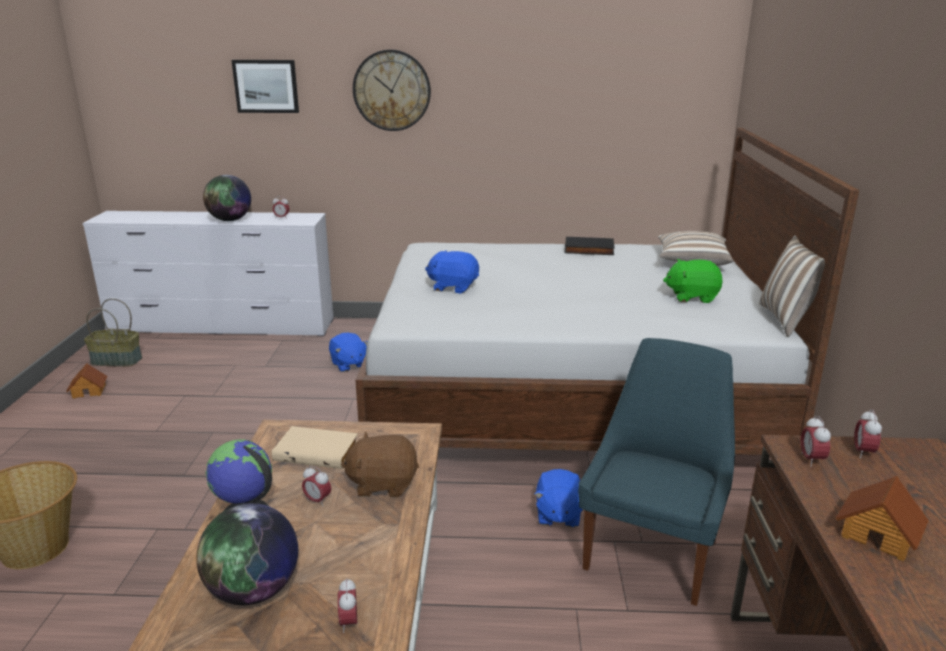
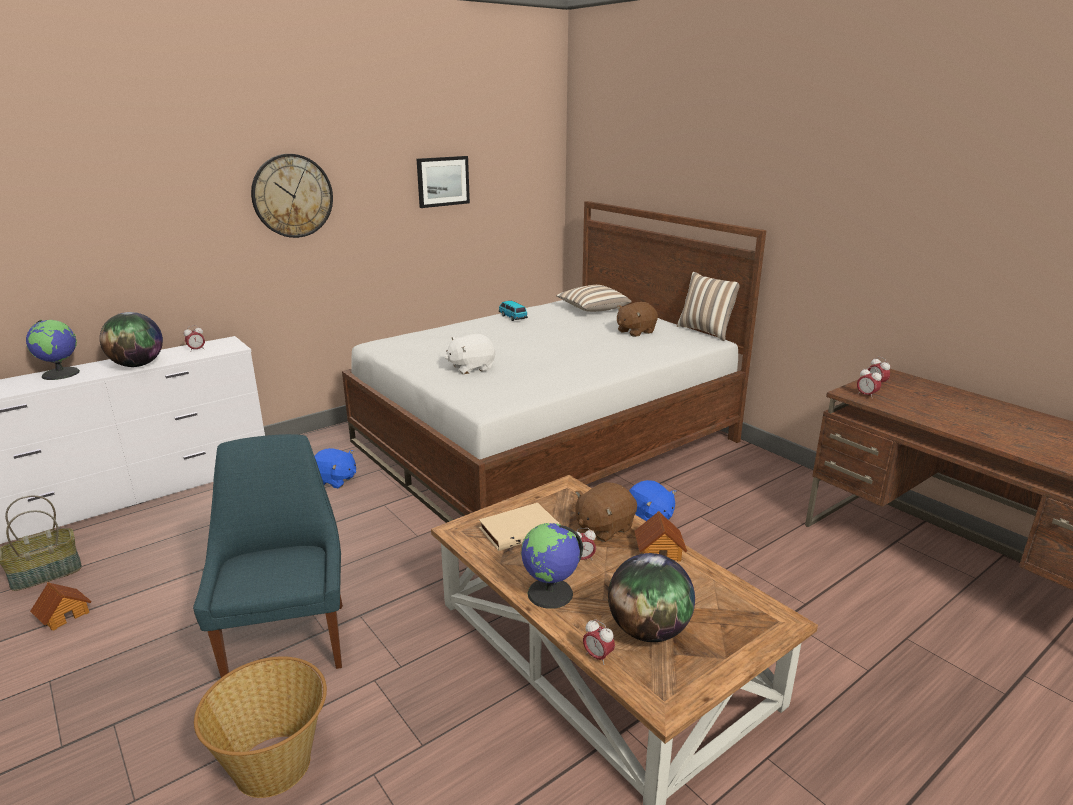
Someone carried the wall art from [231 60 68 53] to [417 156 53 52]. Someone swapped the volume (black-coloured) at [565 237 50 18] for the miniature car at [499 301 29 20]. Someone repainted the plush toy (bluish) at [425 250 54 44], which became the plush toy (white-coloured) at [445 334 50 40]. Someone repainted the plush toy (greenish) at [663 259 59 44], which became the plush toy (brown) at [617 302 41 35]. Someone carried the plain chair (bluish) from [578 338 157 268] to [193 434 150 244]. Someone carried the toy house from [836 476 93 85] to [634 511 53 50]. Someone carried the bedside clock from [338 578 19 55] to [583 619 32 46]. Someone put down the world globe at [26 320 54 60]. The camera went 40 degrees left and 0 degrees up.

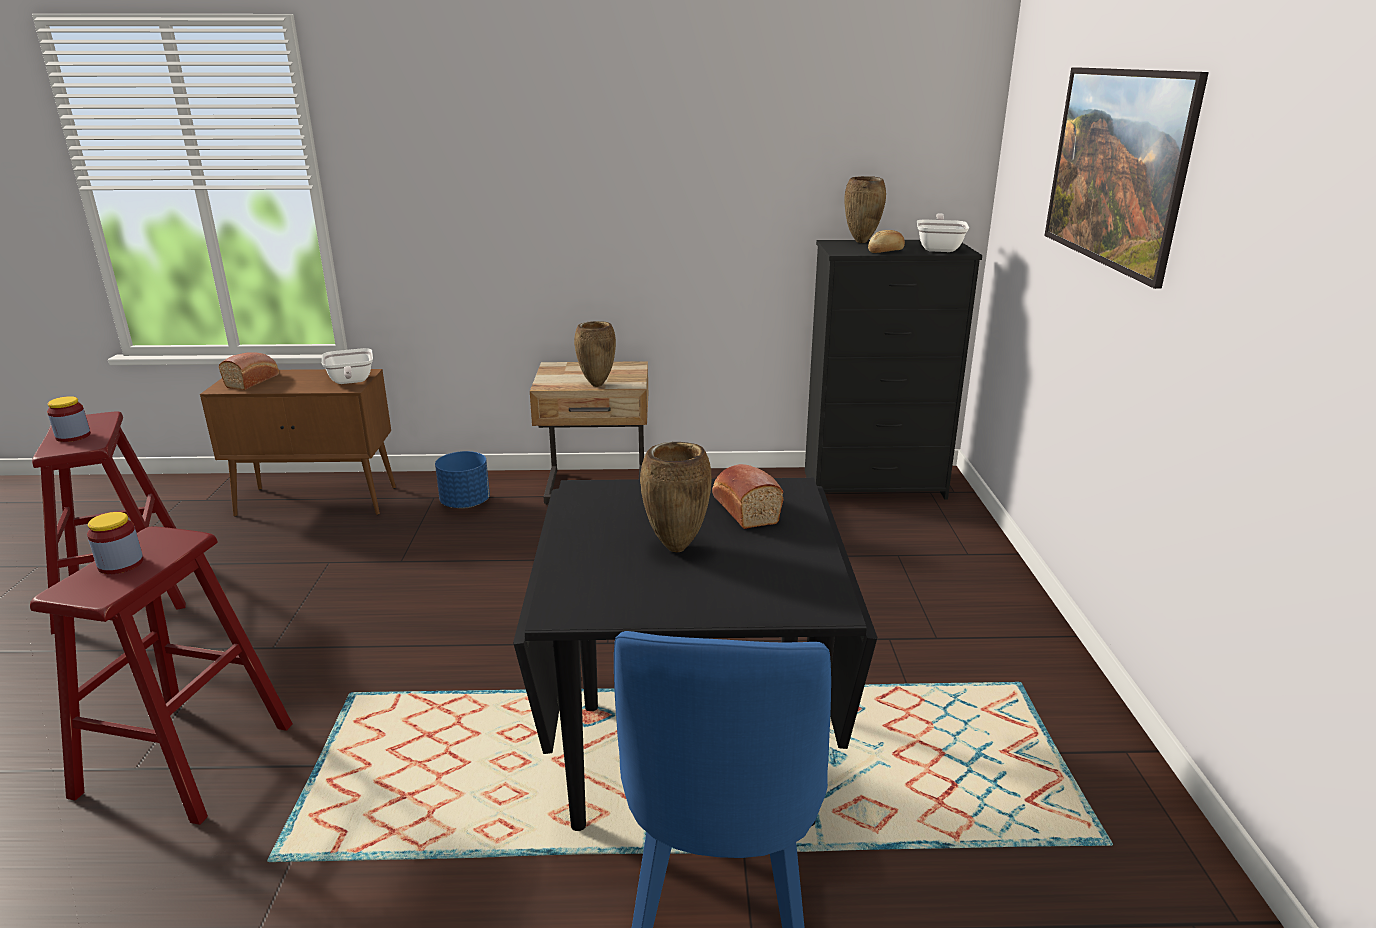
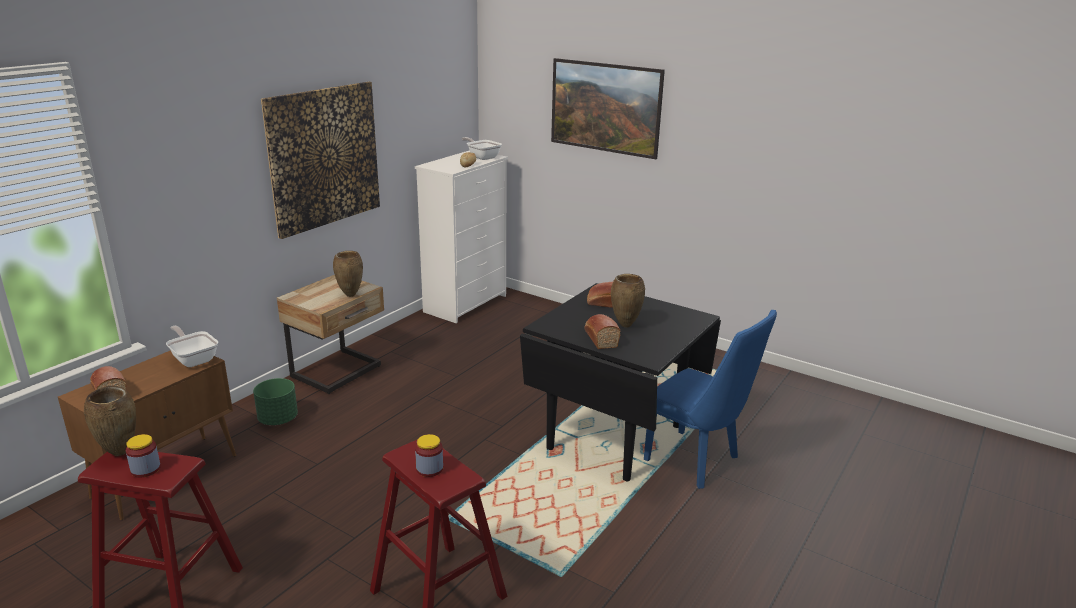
Someone carried the decorative vase (brown) from [845 176 41 67] to [84 386 52 70]. Someone repainted the dresser (black-coloured) at [805 240 177 260], which became the dresser (white-coloured) at [415 150 93 173]. Someone rotated the pan at [322 348 51 36] by 150 degrees counterclockwise. Someone repainted the flower pot (bluish) at [435 451 55 58], which became the flower pot (greenish) at [253 378 45 47]. Someone put up the wall art at [261 82 119 157]. Someone put down the bakery bread at [584 314 36 35]. The camera went 55 degrees left and 0 degrees up.

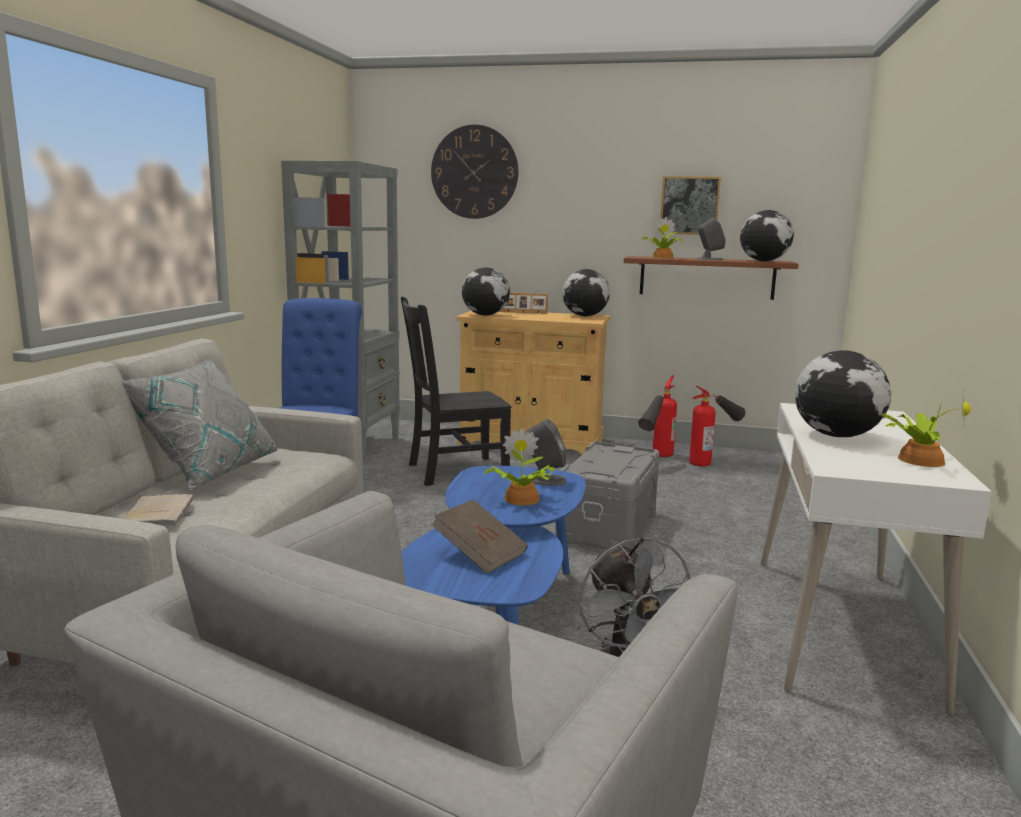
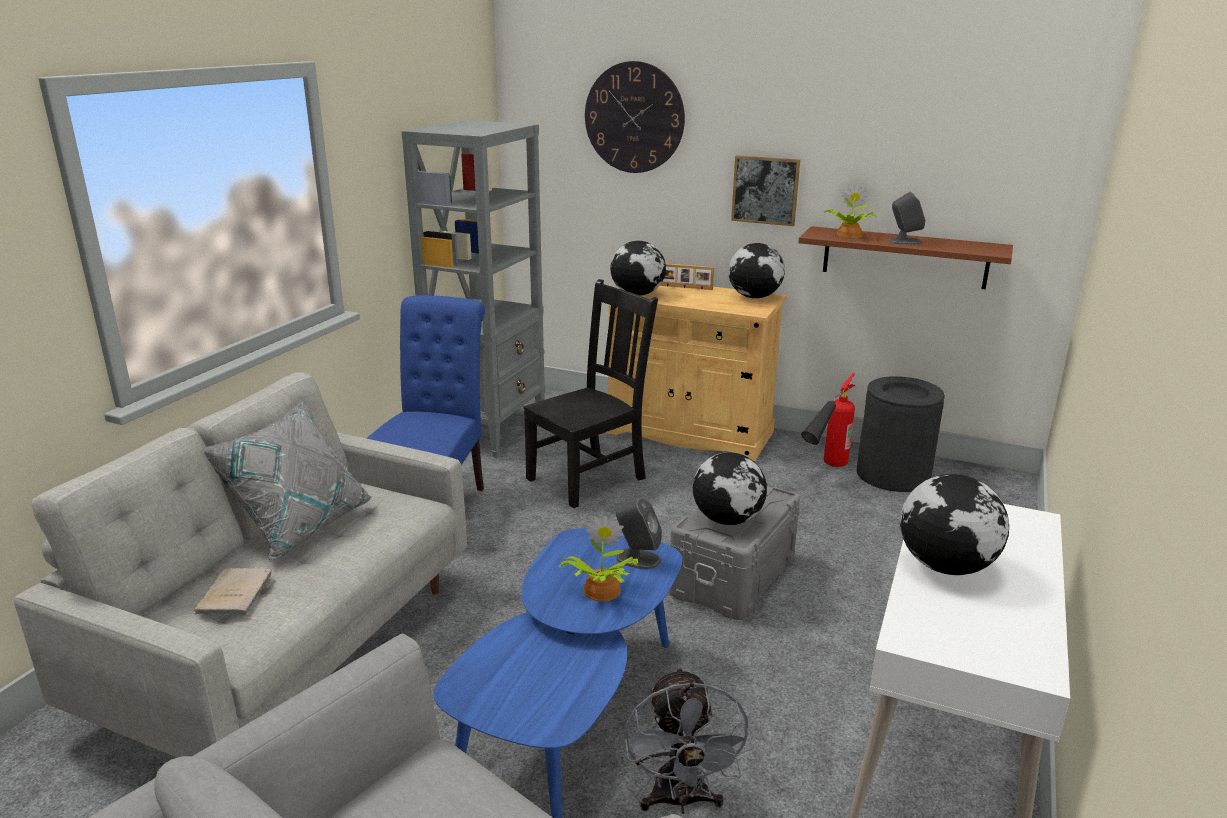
Someone carried the wall art from [661 176 60 59] to [731 155 69 71]. Someone carried the world globe from [740 210 54 52] to [693 452 74 73]. Someone rotated the plain chair (black-coloured) at [401 297 111 189] by 150 degrees clockwise. Someone swapped the fire-fighting cylinder at [689 386 56 80] for the rubbish bin (black-coloured) at [857 377 88 115]. Someone took away the houseplant at [881 390 90 77]. Someone took away the volume (brown) at [431 499 97 75]. The camera went 10 degrees right and 10 degrees up.

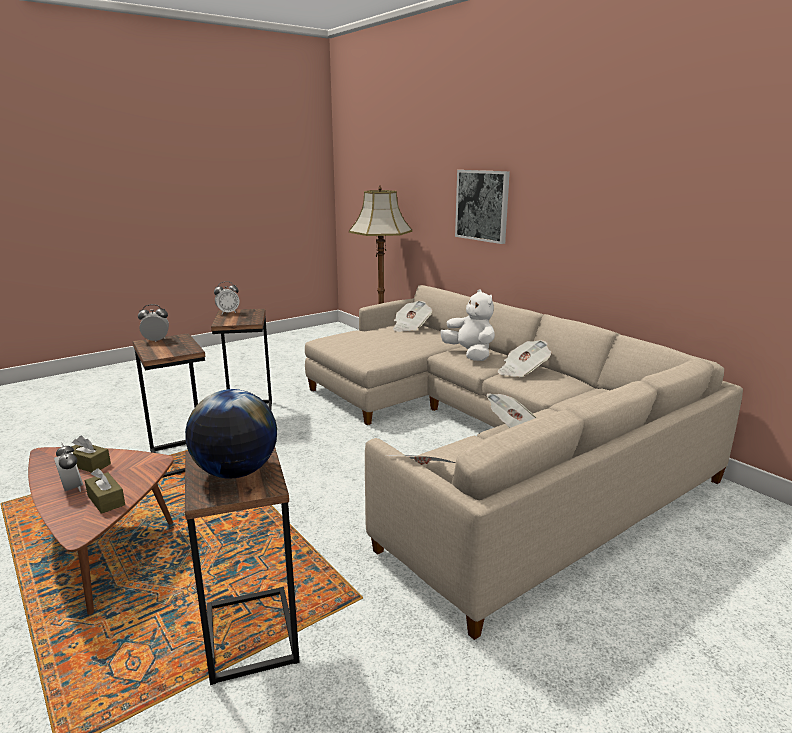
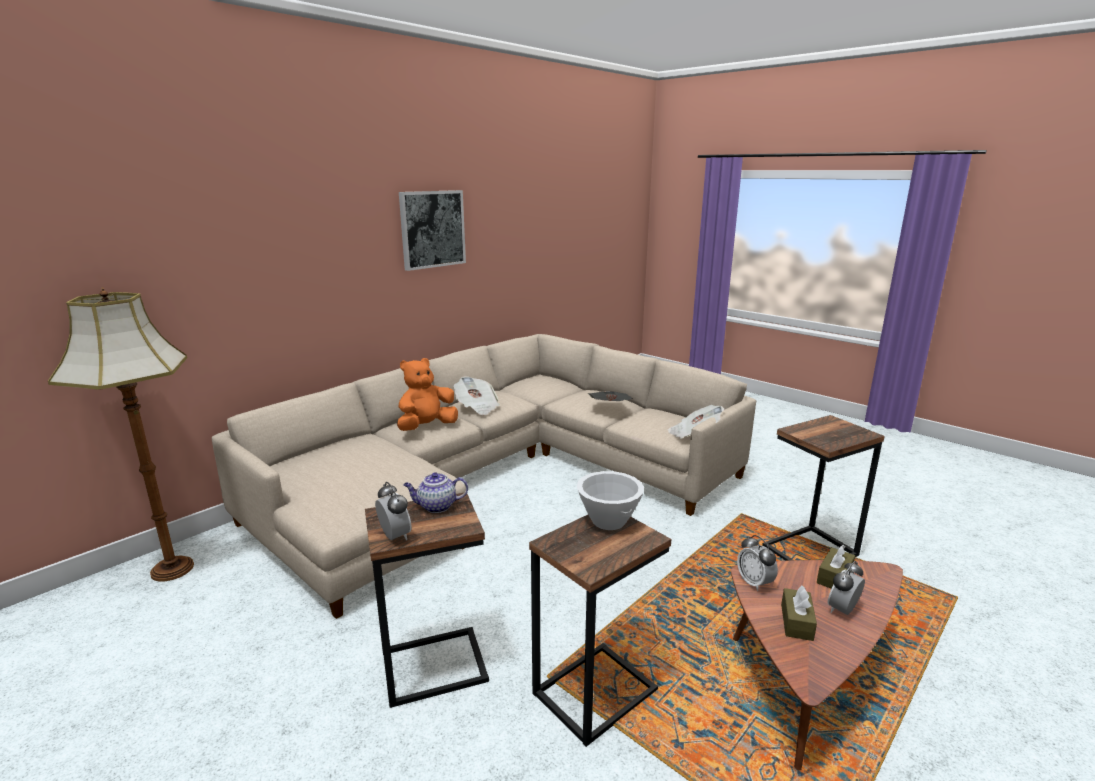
Someone carried the wall art from [455 170 55 74] to [399 190 67 81]. Someone repainted the plush toy (white-coloured) at [440 290 55 71], which became the plush toy (orange-coloured) at [397 358 61 73]. Someone took away the daily paper at [393 301 39 31]. Someone carried the bedside clock from [138 304 31 38] to [737 535 41 56]. Someone took away the world globe at [185 389 92 90]. Someone put down the deep dish (white-coloured) at [577 471 67 59]. Someone put down the pot for tea at [403 472 65 41]. The camera went 100 degrees left and 0 degrees up.

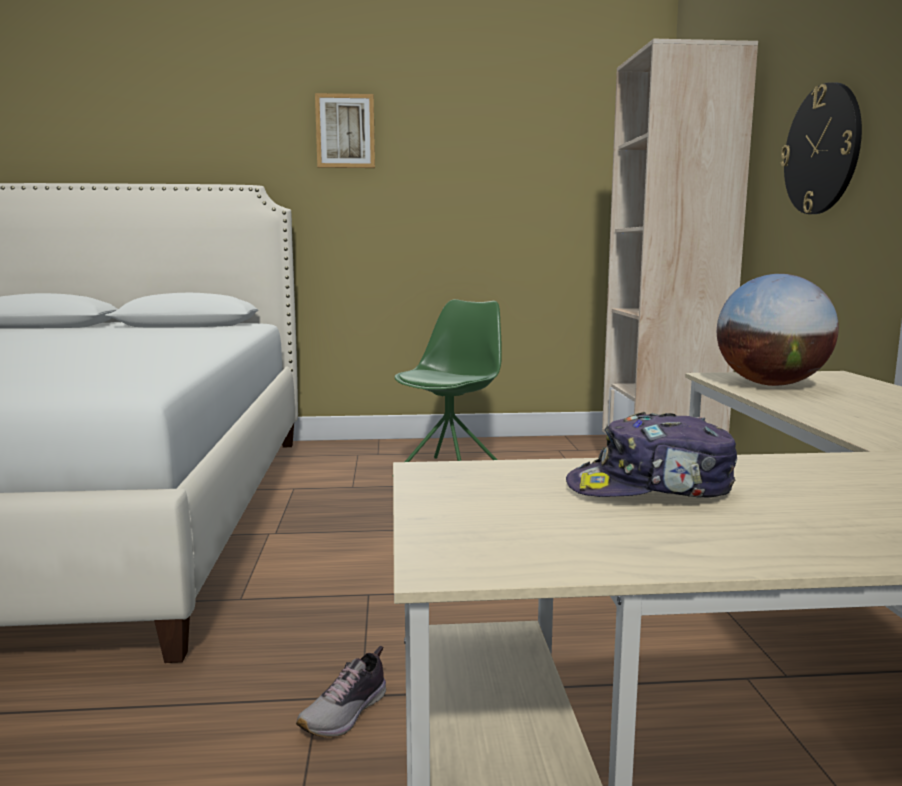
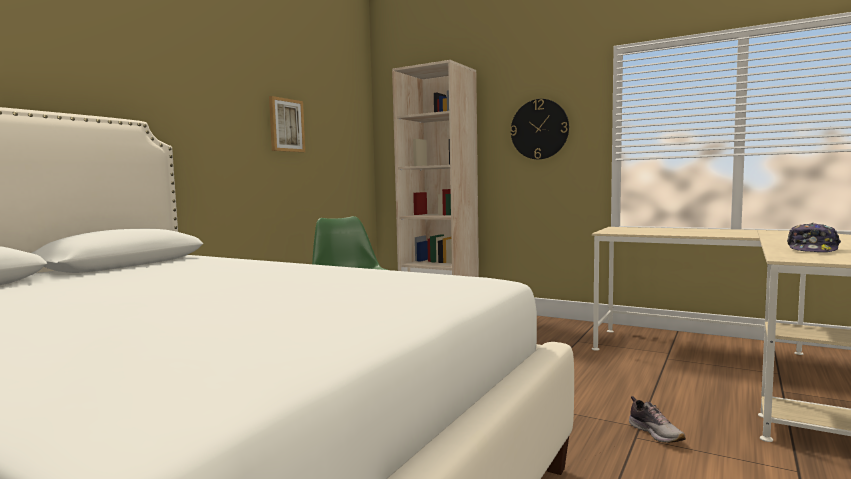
Someone carried the wall art from [315 93 60 75] to [269 96 36 56]. Someone took away the world globe at [717 274 122 112]. The camera went 55 degrees left and 5 degrees down.

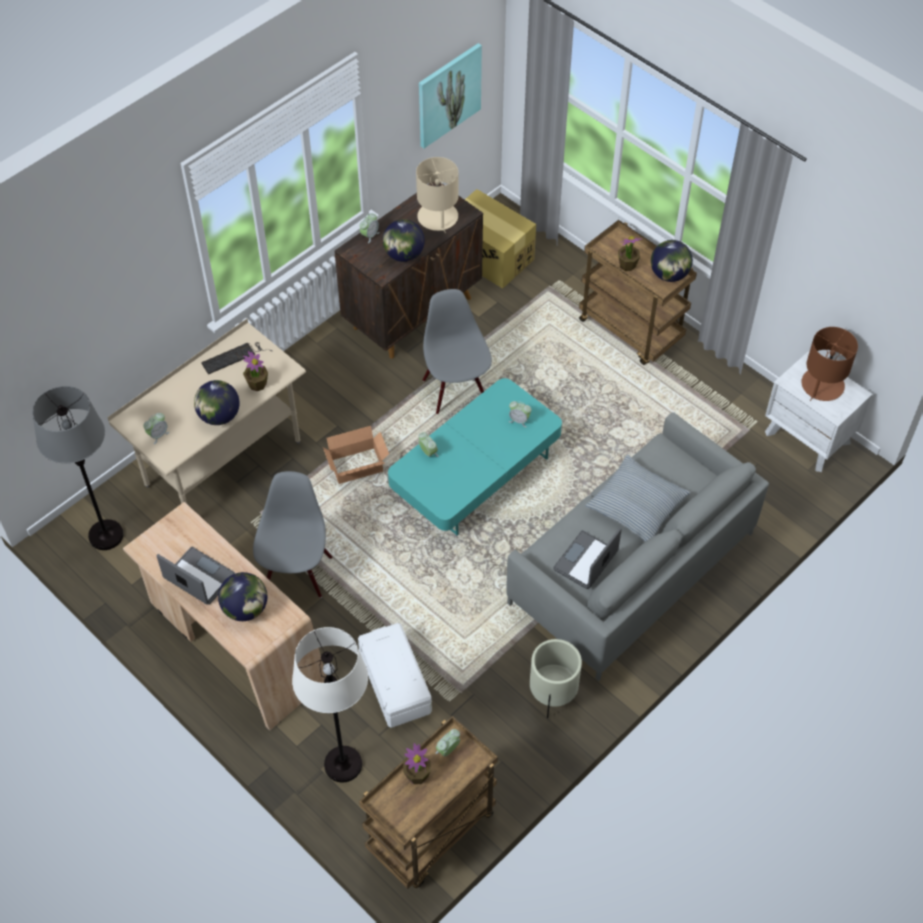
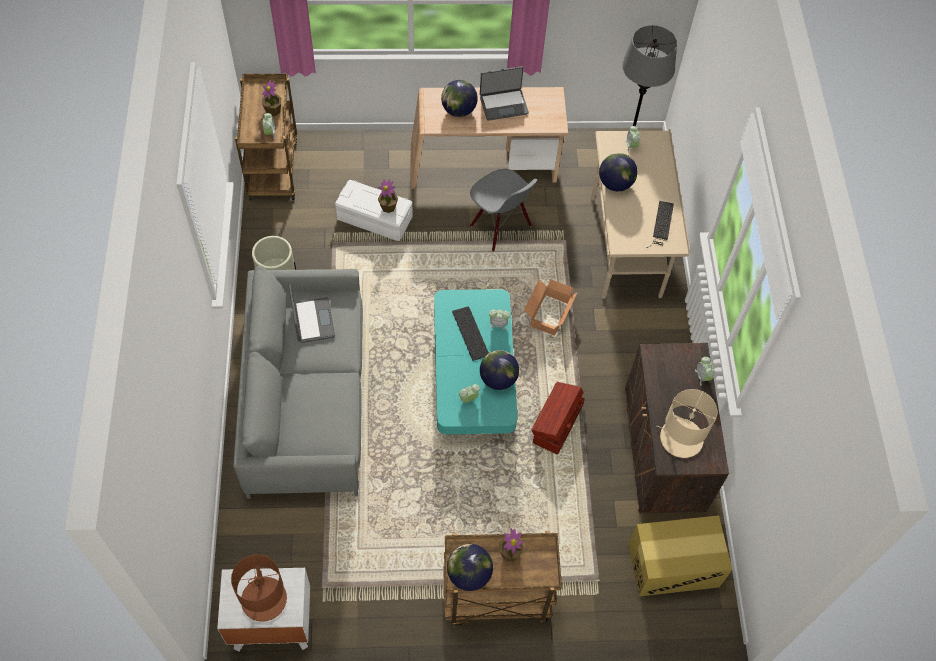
Someone took away the wall art at [419 43 63 105]. Someone carried the world globe from [383 219 42 43] to [480 350 39 40]. Someone swapped the plain chair (greyish) at [423 289 69 125] for the storage box (brown) at [531 382 53 73]. Someone carried the houseplant from [243 351 25 40] to [378 179 20 34]. Someone took away the pillow at [585 455 106 87]. Someone took away the standing lamp (white-coloured) at [292 627 76 156]. Someone put down the keyboard at [452 306 37 55]. The camera went 130 degrees right and 5 degrees up.

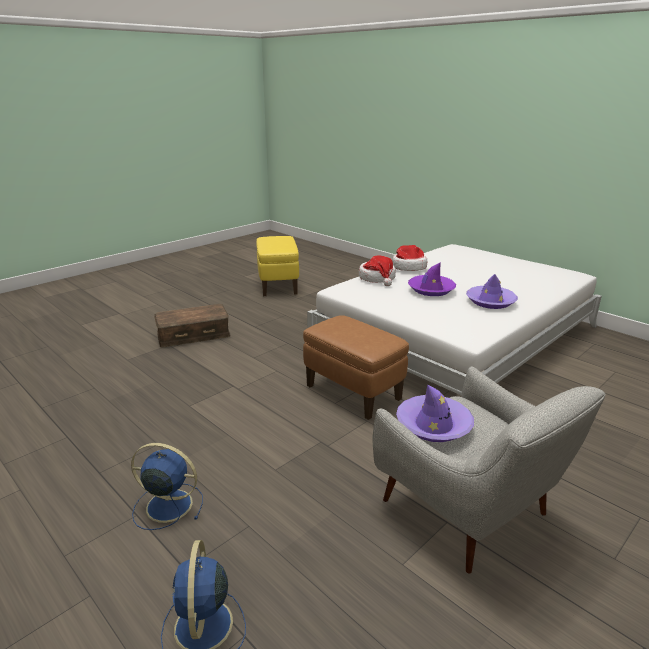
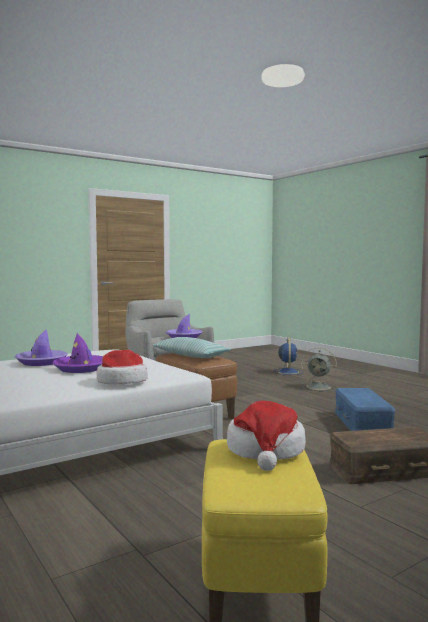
Someone carried the wearable hat from [392 245 35 26] to [227 401 79 70]. Someone repainted the fan (bluish) at [131 443 72 87], which became the fan (greyish) at [301 348 36 44]. Someone put down the pillow at [152 337 79 21]. Someone put down the storage box (bluish) at [335 388 60 43]. The camera went 170 degrees left and 20 degrees down.

